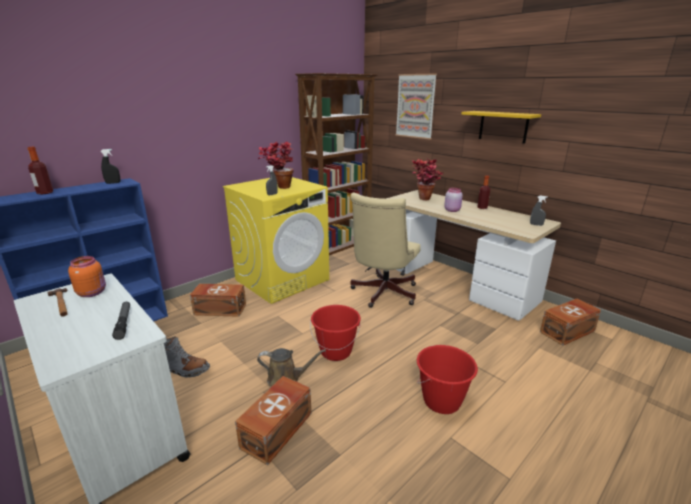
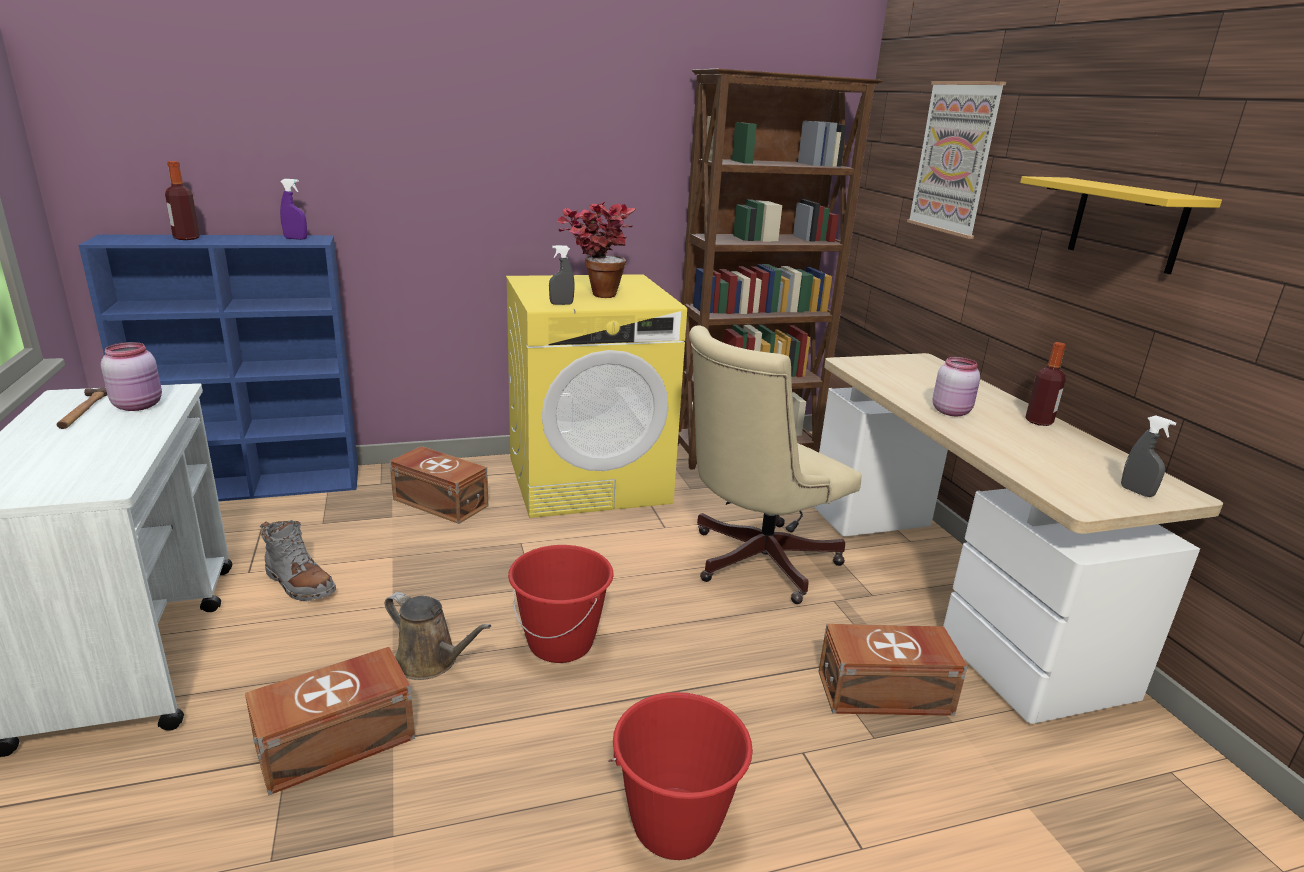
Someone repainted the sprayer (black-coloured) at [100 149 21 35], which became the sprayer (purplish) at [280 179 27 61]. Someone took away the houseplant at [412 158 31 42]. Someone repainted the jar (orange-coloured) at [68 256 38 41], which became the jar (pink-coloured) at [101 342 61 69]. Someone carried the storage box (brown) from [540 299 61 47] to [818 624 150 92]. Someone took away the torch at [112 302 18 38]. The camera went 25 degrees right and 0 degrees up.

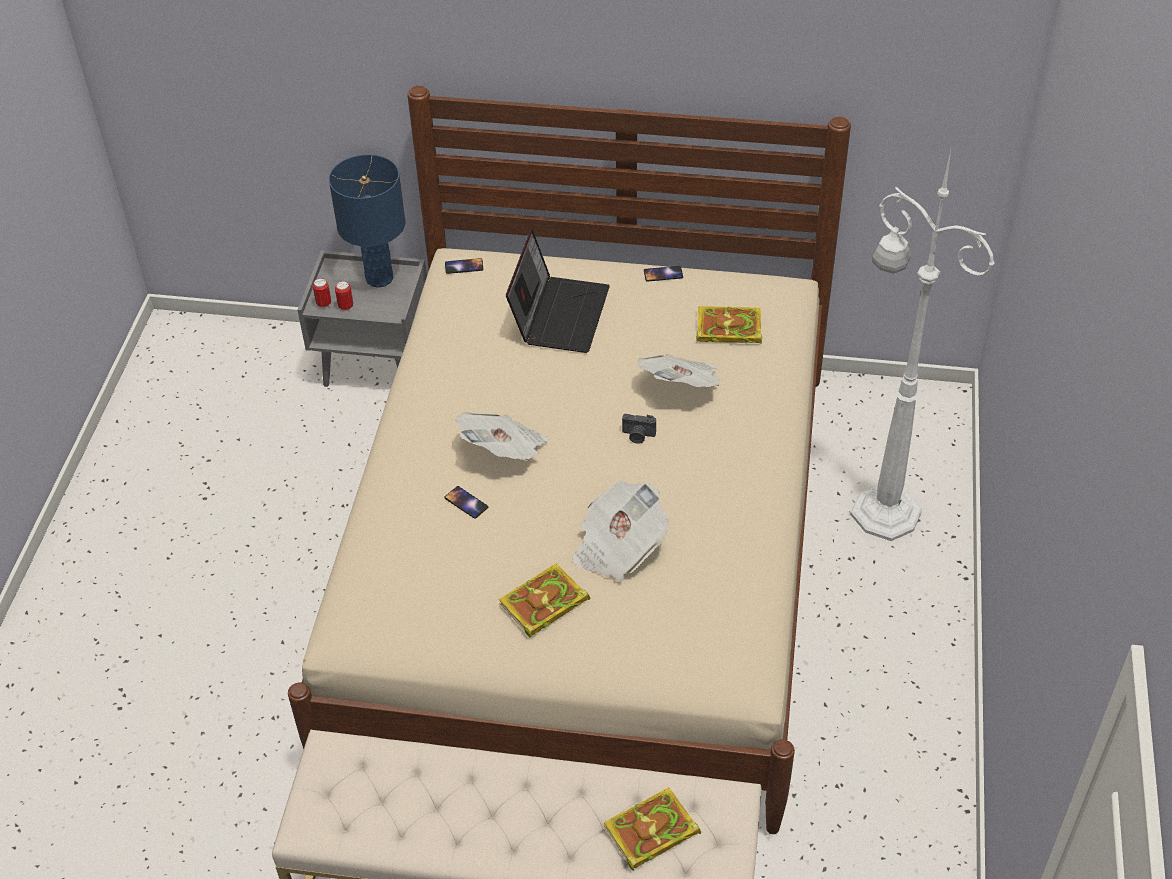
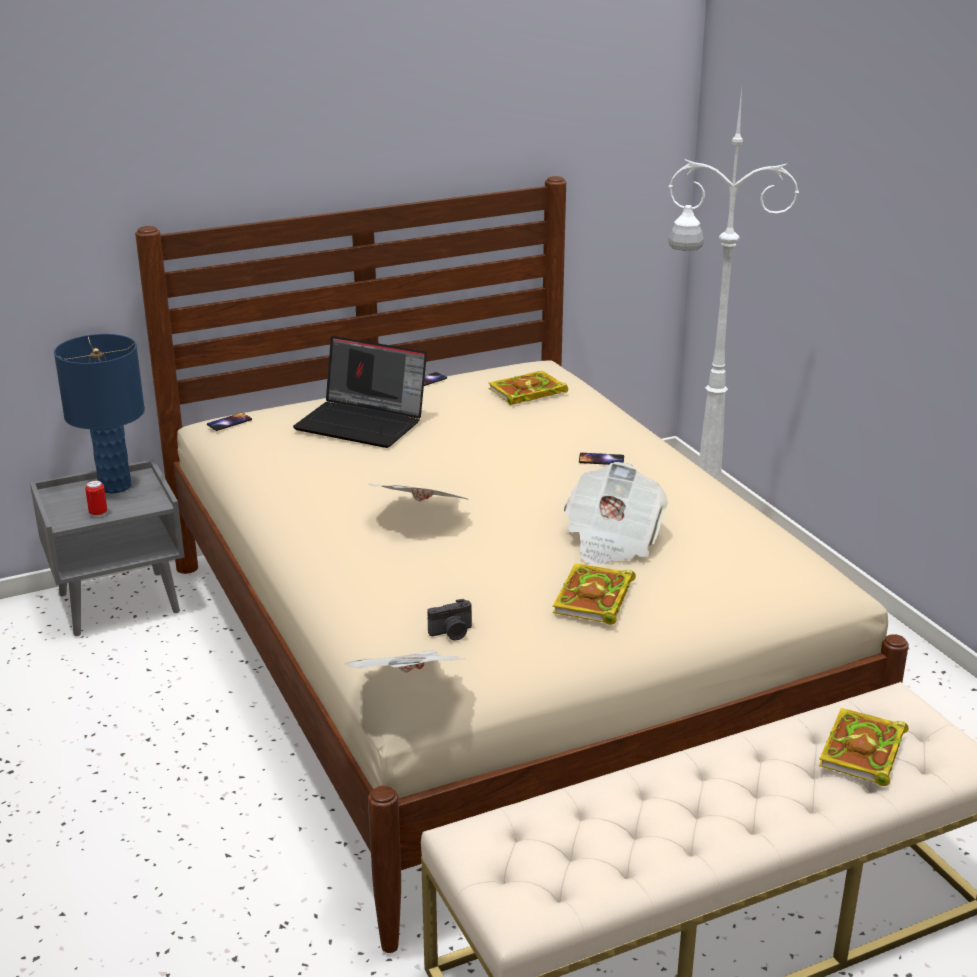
Someone rotated the notebook computer at [506 229 104 124] by 135 degrees clockwise. Someone took away the sealed can at [313 278 18 30]. Someone carried the daily paper from [637 354 83 33] to [344 650 120 22]. Someone carried the photo camera from [622 414 34 30] to [427 599 45 42]. Someone carried the telephone from [444 486 44 33] to [579 453 45 12]. The camera went 35 degrees left and 20 degrees down.

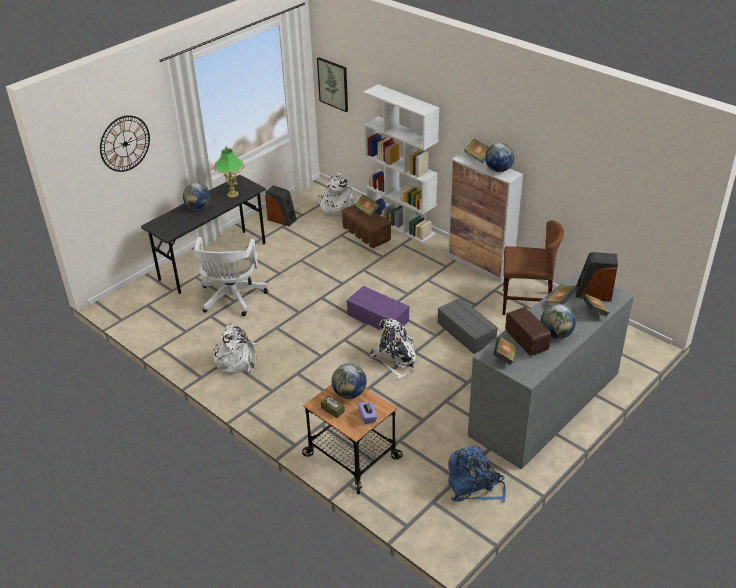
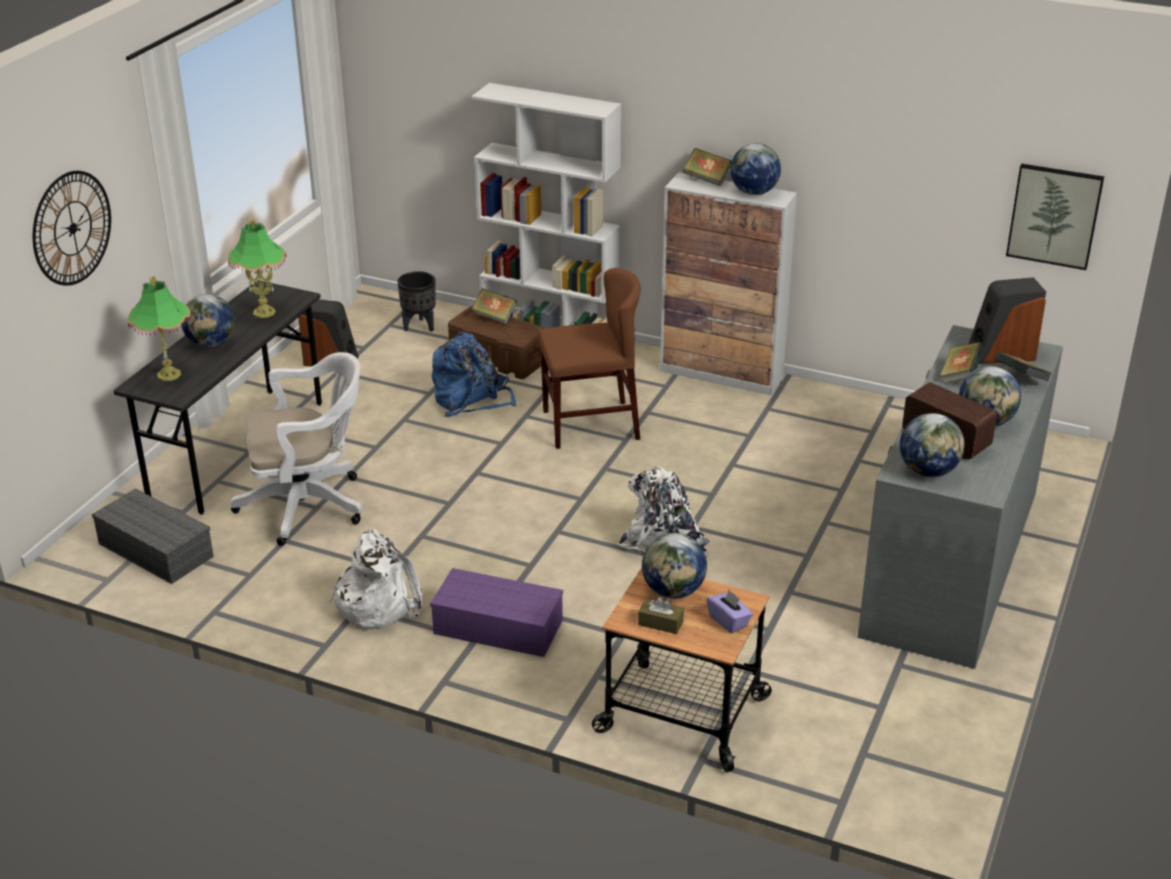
Someone carried the wall art from [317 57 31 55] to [1006 164 98 106]. Someone swapped the rucksack (white-coloured) at [318 173 39 43] for the flower pot (black-coloured) at [397 271 39 61]. Someone carried the plain chair (brown) from [502 220 62 95] to [537 268 104 181]. Someone rotated the computer chair (white-coloured) at [193 237 75 79] by 90 degrees counterclockwise. Someone carried the storage box (purplish) from [346 286 64 44] to [430 568 133 89]. Someone carried the storage box (greyish) from [438 298 60 56] to [92 488 122 96]. Someone swapped the volume at [493 337 24 28] for the world globe at [900 413 65 64]. Someone carried the rucksack (bluish) from [448 447 58 55] to [431 332 86 85]. Someone put down the table lamp at [128 276 63 105]. The camera went 20 degrees left and 5 degrees down.

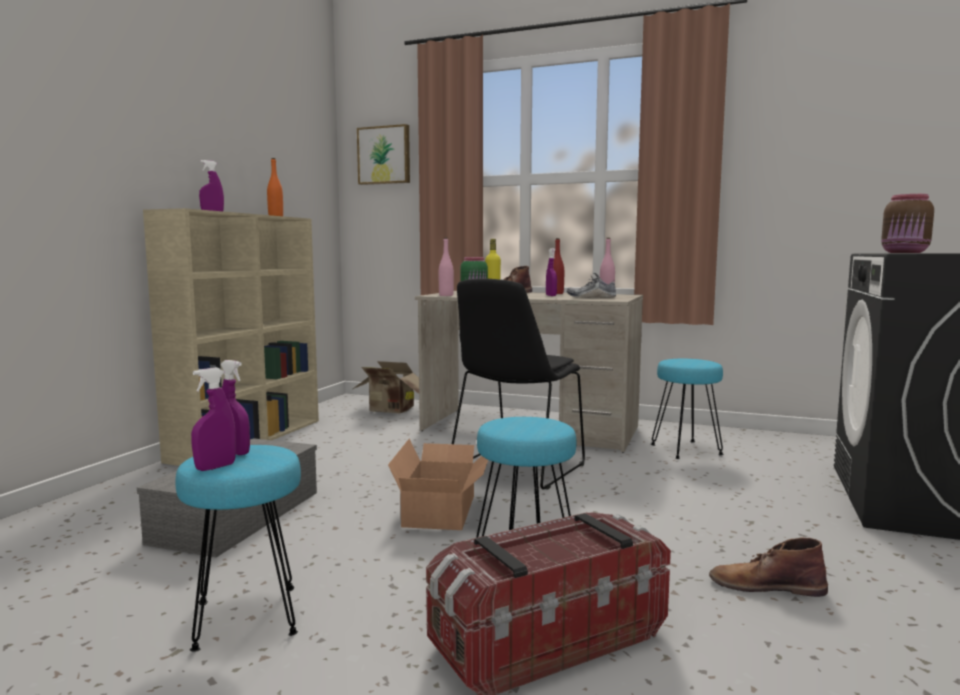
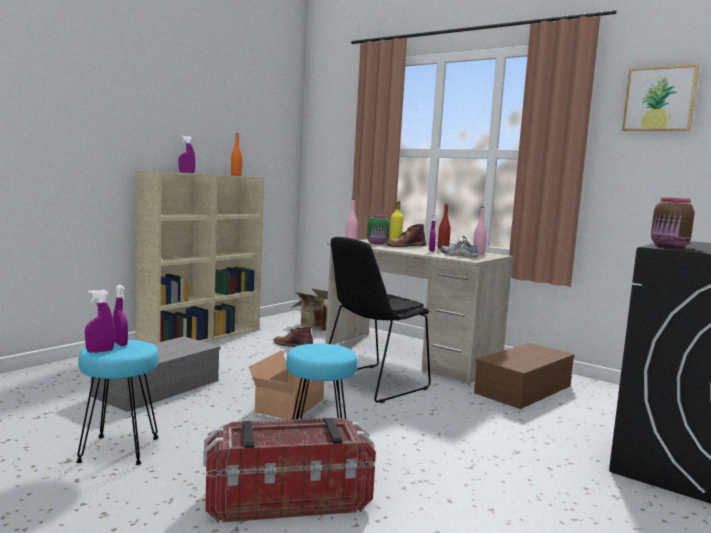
Someone carried the wall art from [357 124 53 61] to [622 64 77 67]. Someone swapped the stool seat (blue-green) at [651 359 73 100] for the storage box (brown) at [474 343 101 66]. Someone carried the boot (brown) from [709 537 119 60] to [273 327 40 20]. The camera went 15 degrees right and 0 degrees up.

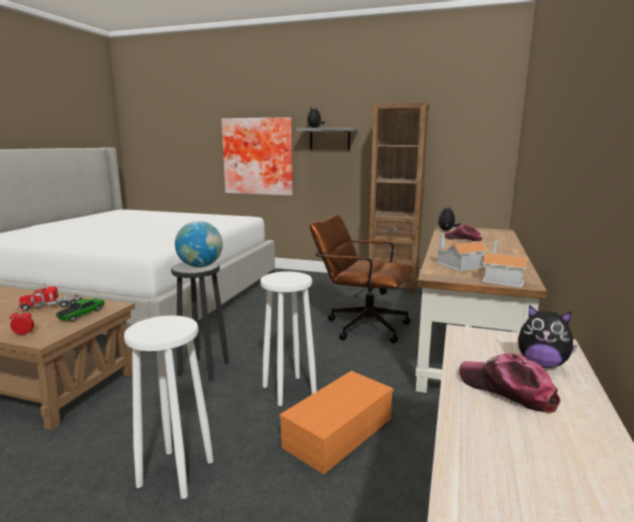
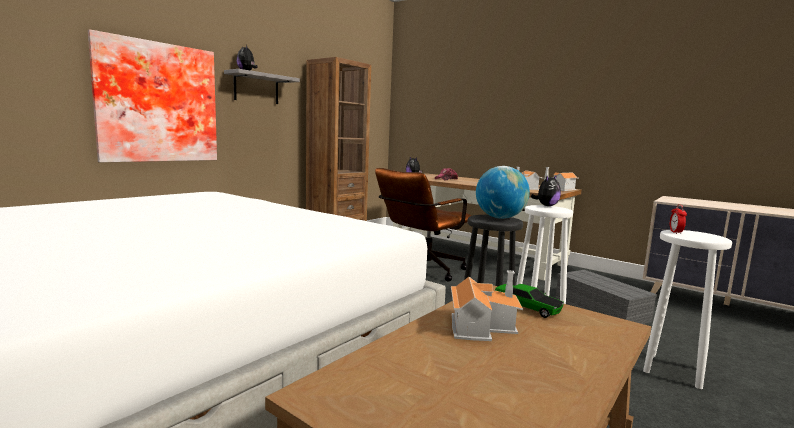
Someone swapped the toy truck at [18 283 64 28] for the toy house at [451 270 72 71]. Someone carried the plush toy from [518 305 59 63] to [531 175 30 31]. Someone carried the bedside clock from [10 309 24 26] to [670 204 17 30]. Someone took away the cap at [459 353 101 61]. Someone repainted the storage box (orange-coloured) at [280 371 113 104], which became the storage box (greyish) at [556 270 101 54]. The camera went 70 degrees left and 5 degrees down.

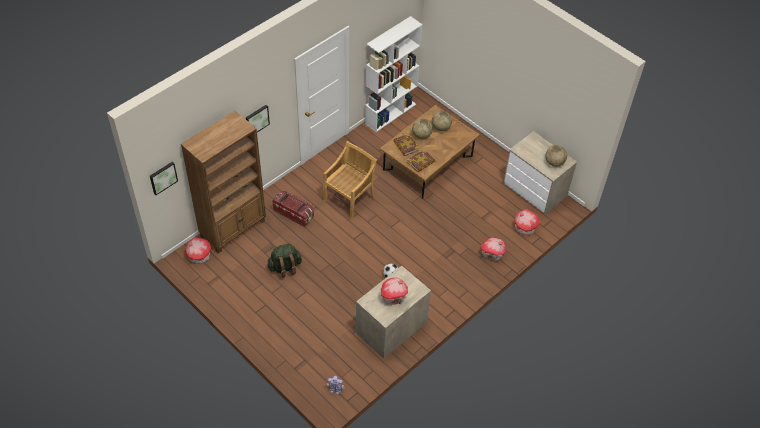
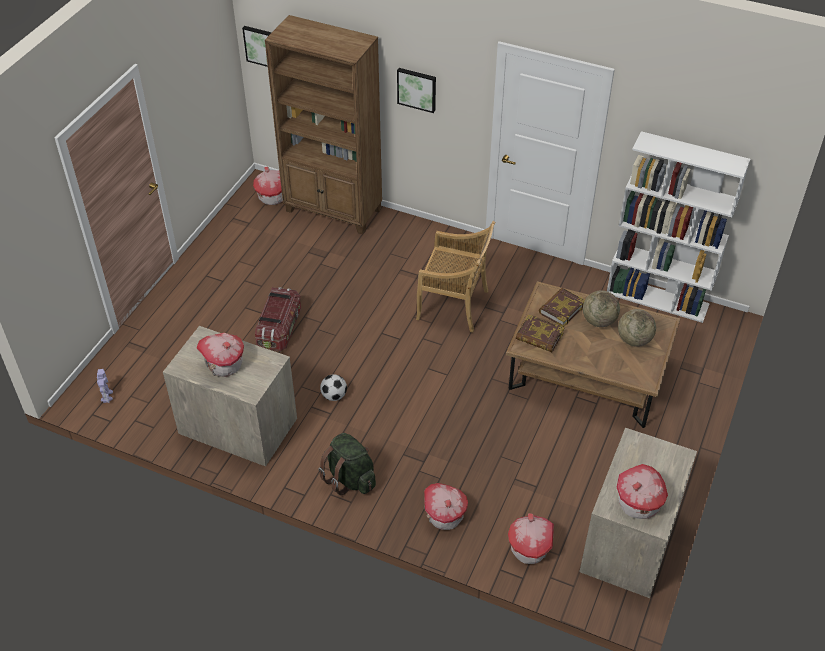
Someone swapped the world globe at [545 145 22 22] for the toy house at [616 464 52 55]. Someone carried the storage box from [272 191 42 36] to [255 287 46 64]. Someone carried the rucksack (greenish) from [267 244 35 34] to [319 433 57 62]. The camera went 70 degrees right and 5 degrees down.

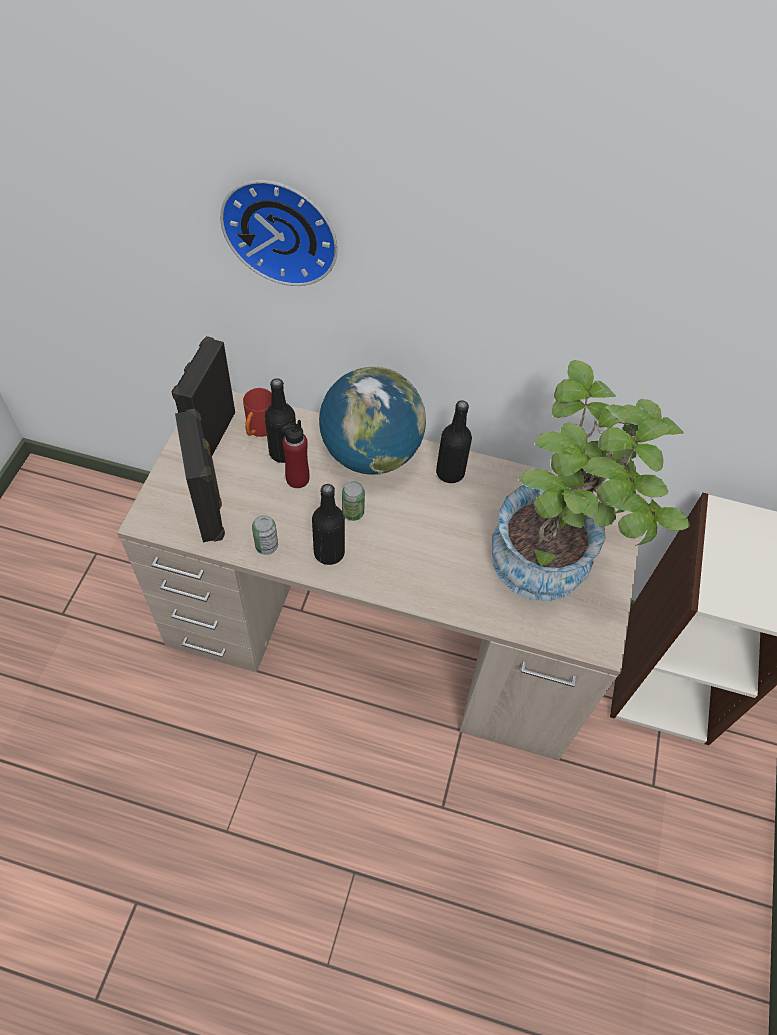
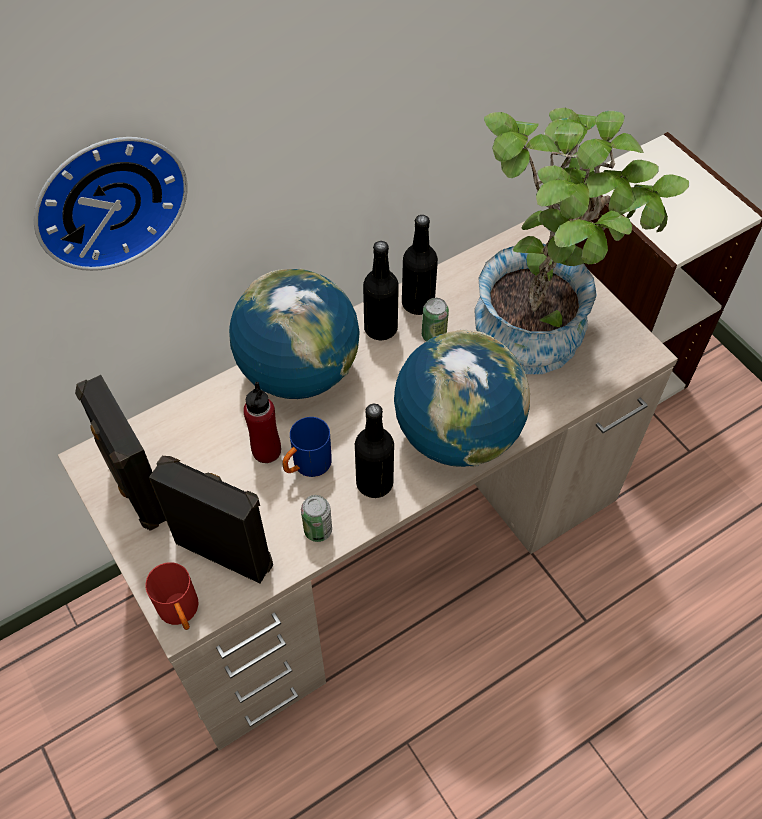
Someone carried the drink bottle (black-coloured) from [265 378 31 85] to [402 215 36 100]. Someone carried the coffee mug (red) from [243 388 29 49] to [145 562 54 68]. Someone carried the sealed can from [342 481 23 40] to [422 298 27 43]. Someone put down the world globe at [394 330 136 137]. Someone put down the coffee mug (bluish) at [282 417 50 60]. The camera went 45 degrees left and 0 degrees up.

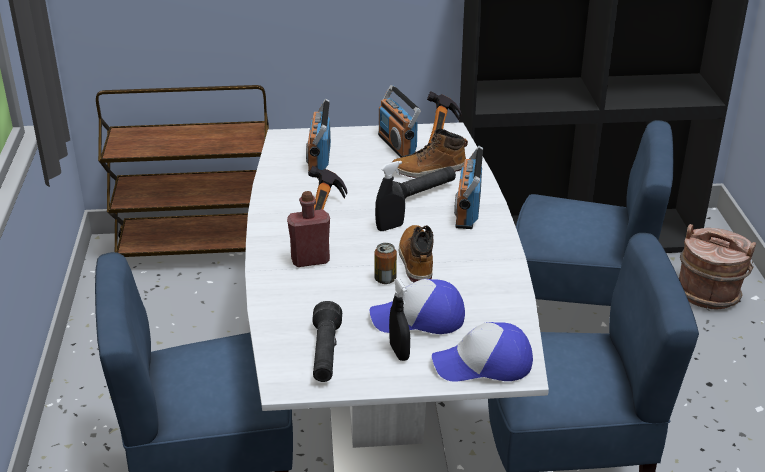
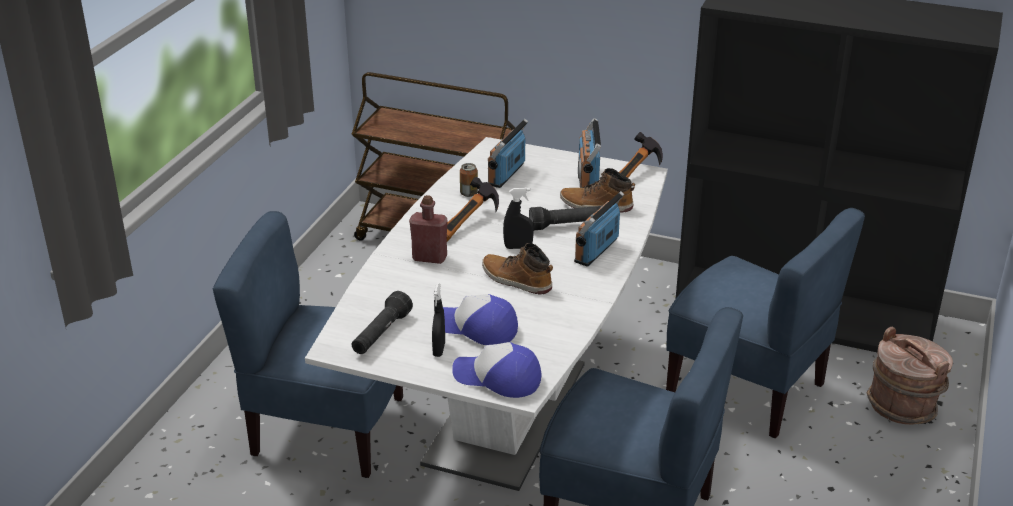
Someone rotated the boot at [399 225 35 57] by 75 degrees counterclockwise. Someone carried the sealed can from [374 243 23 41] to [460 163 18 34]. The camera went 25 degrees right and 0 degrees up.

